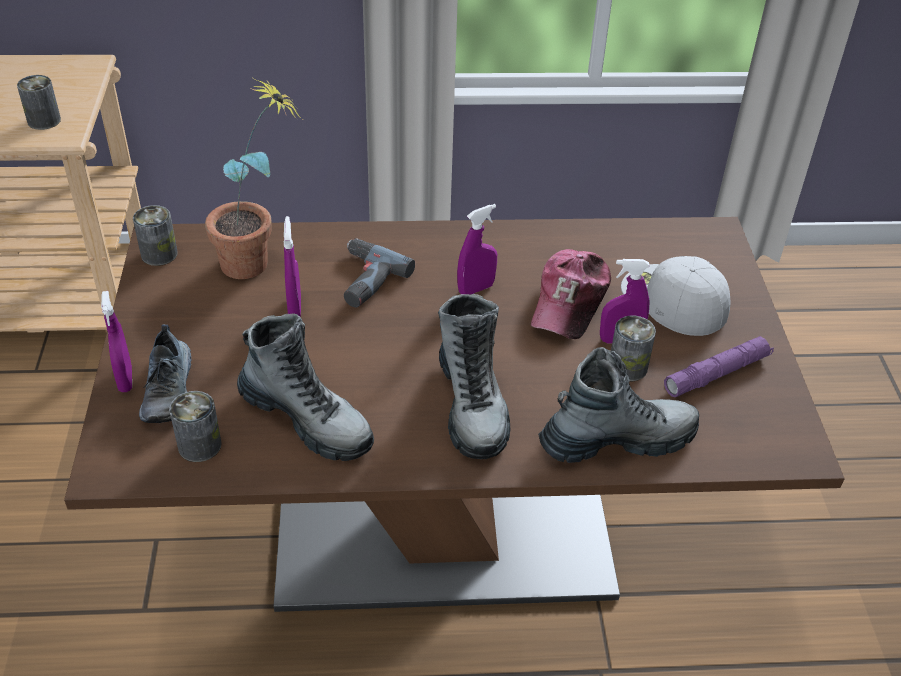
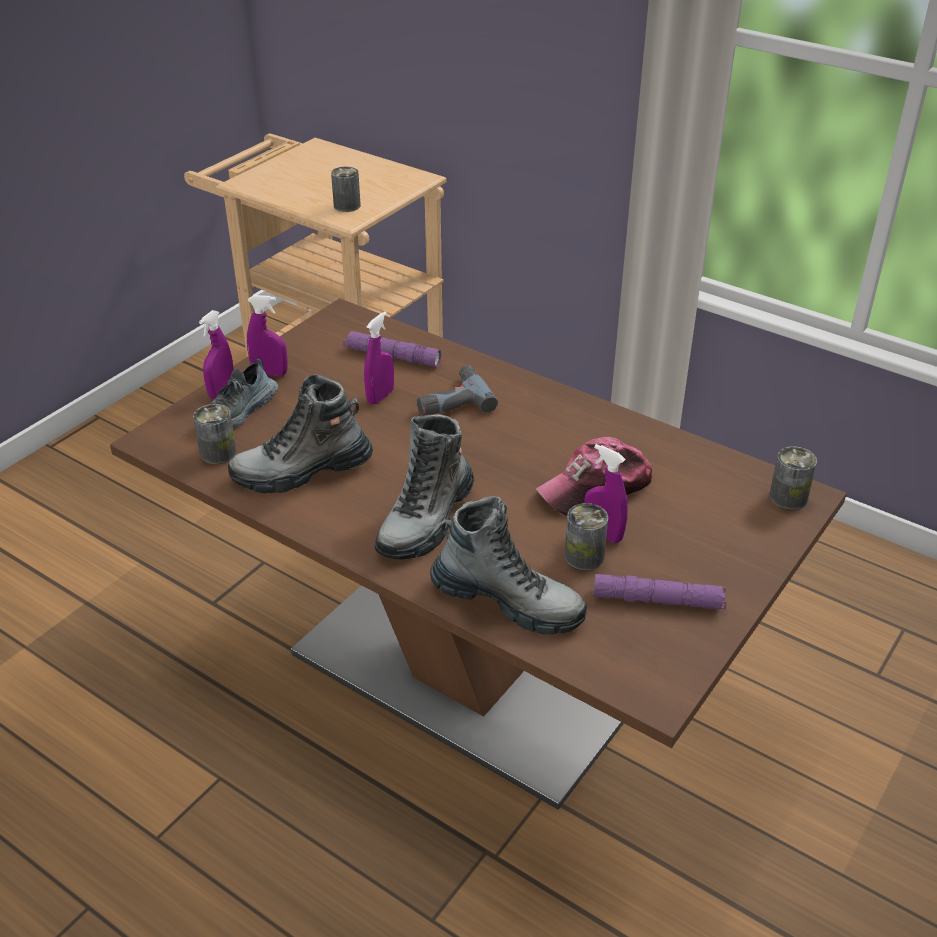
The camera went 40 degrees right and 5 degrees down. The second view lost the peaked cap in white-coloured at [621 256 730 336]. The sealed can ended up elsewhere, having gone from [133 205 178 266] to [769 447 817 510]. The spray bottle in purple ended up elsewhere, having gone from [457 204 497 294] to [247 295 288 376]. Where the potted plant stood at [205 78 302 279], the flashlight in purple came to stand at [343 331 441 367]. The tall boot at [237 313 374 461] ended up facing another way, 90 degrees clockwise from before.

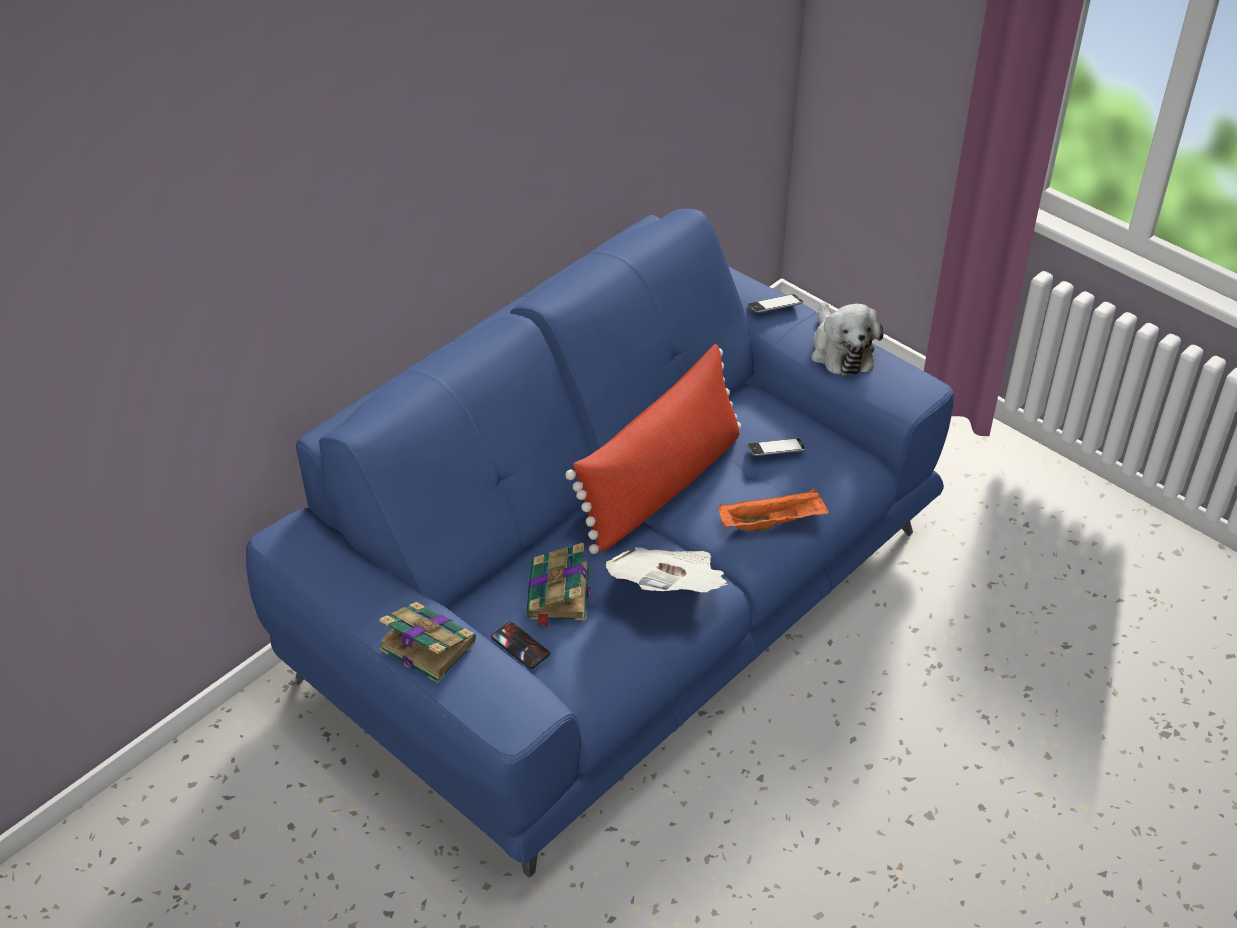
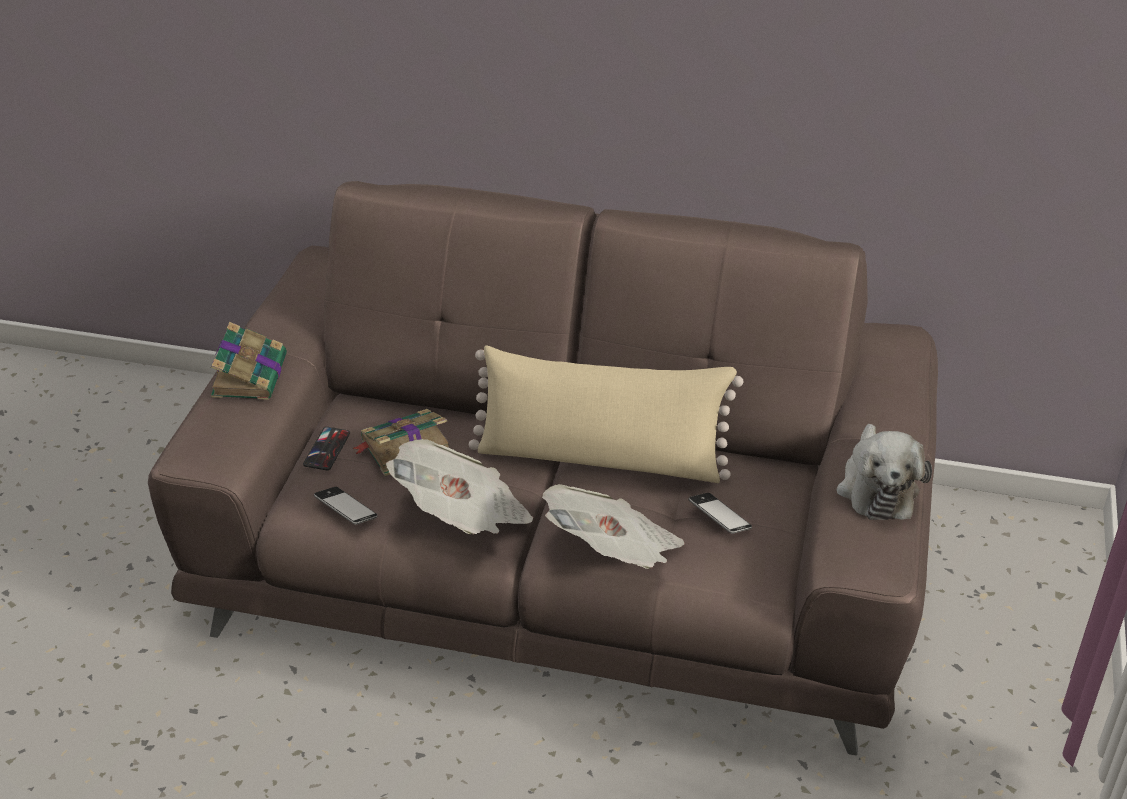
The camera went 60 degrees right and 5 degrees down. The telephone ended up elsewhere, having gone from [748 294 803 313] to [314 487 378 525]. Where the serving tray in orange-coloured stood at [719 488 829 531], the printed paper came to stand at [542 484 685 569]. What was the settee in blue-coloured at [246 209 954 878] turned into the settee in brown at [148 181 938 756]. What was the pillow in red at [565 344 741 554] turned into the pillow in beige at [469 345 743 483]. The plush toy at [811 302 884 376] ended up facing another way, 45 degrees counterclockwise from before.

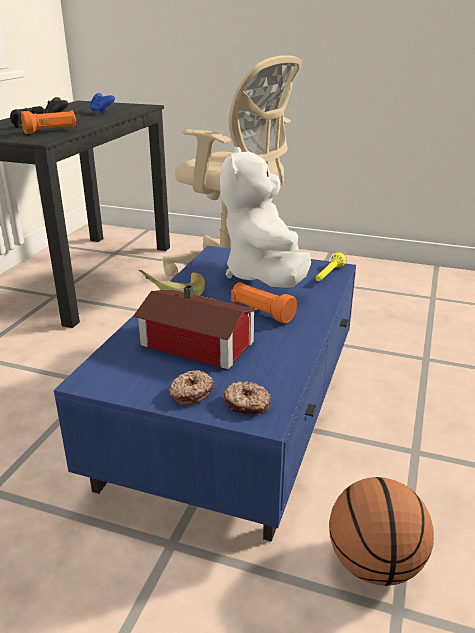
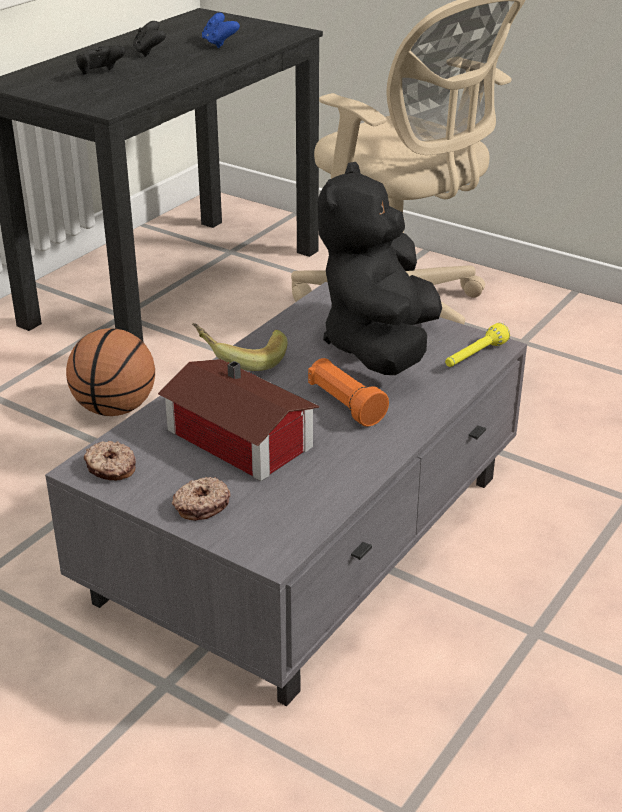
The camera went 15 degrees right and 5 degrees up. The second view lost the flashlight in orange-coloured at [21 110 77 134]. The doughnut ended up elsewhere, having gone from [223 381 271 414] to [84 441 136 481]. The basketball ball ended up elsewhere, having gone from [329 477 434 586] to [66 328 155 416]. What was the lounge table in blue-coloured at [54 246 356 542] turned into the lounge table in gray at [45 282 527 706]. What was the plush toy in white-coloured at [220 147 311 288] turned into the plush toy in blackish at [317 162 442 375].

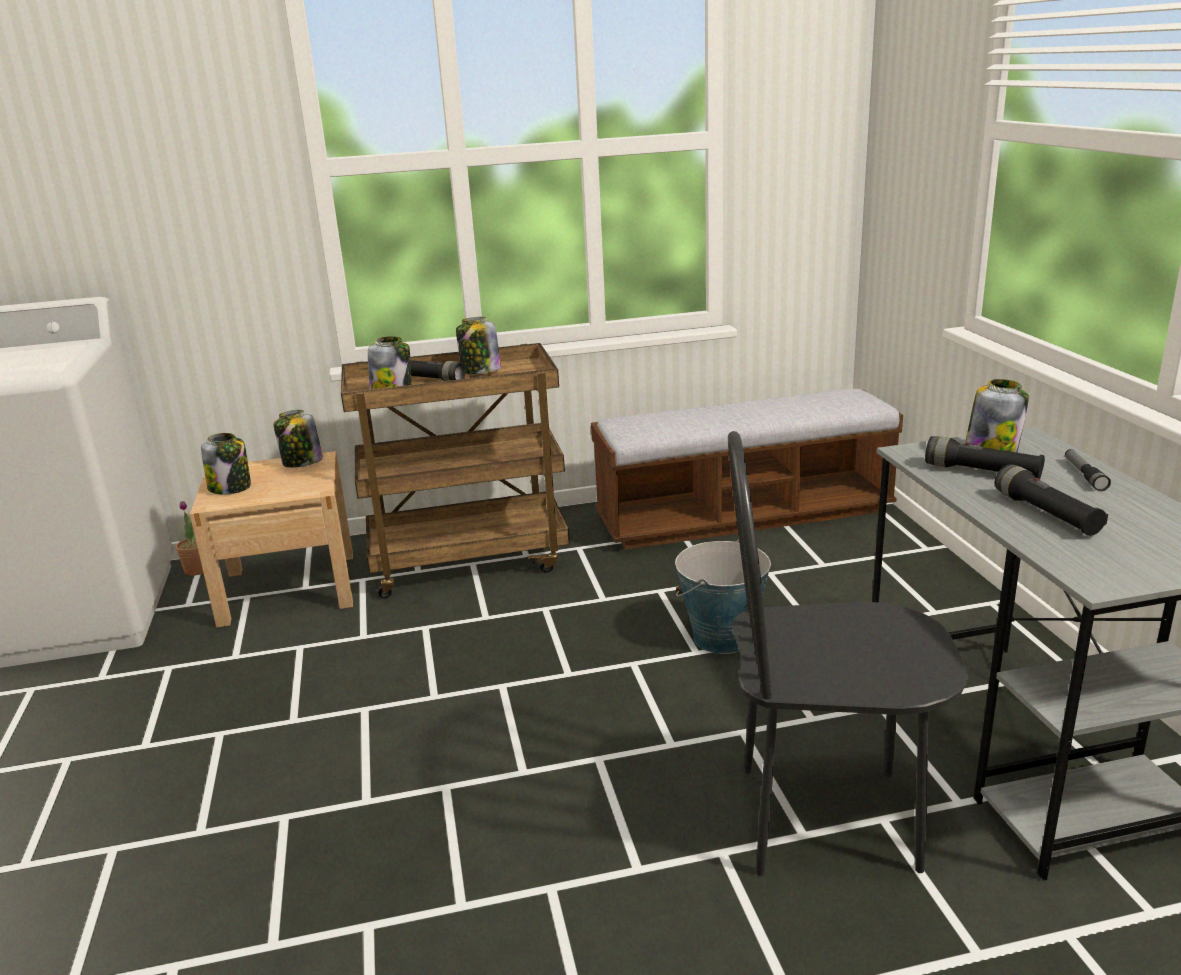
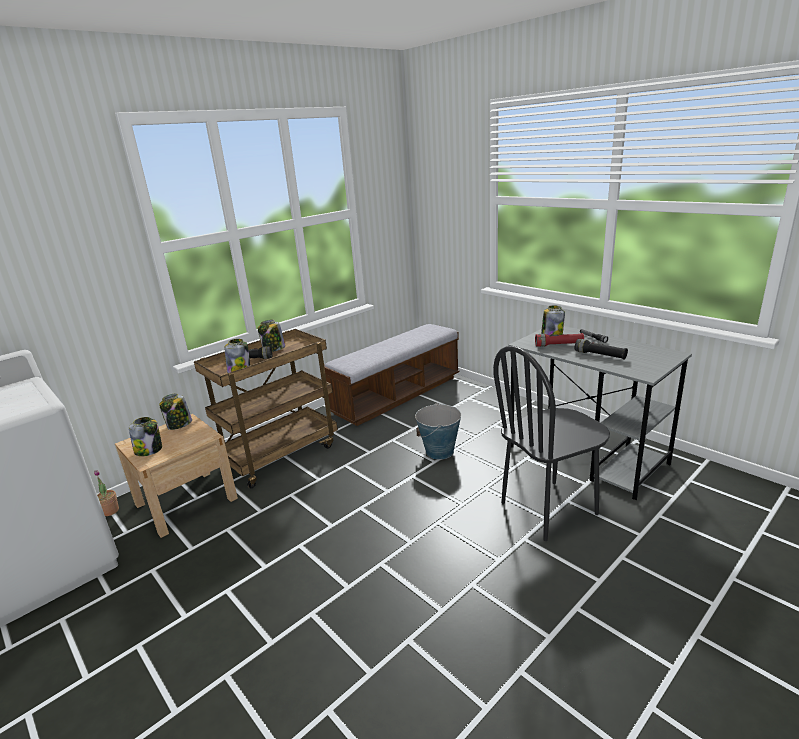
The camera went 30 degrees left and 0 degrees up. What was the flashlight in blackish at [925 436 1045 479] turned into the flashlight in red at [535 333 584 347].

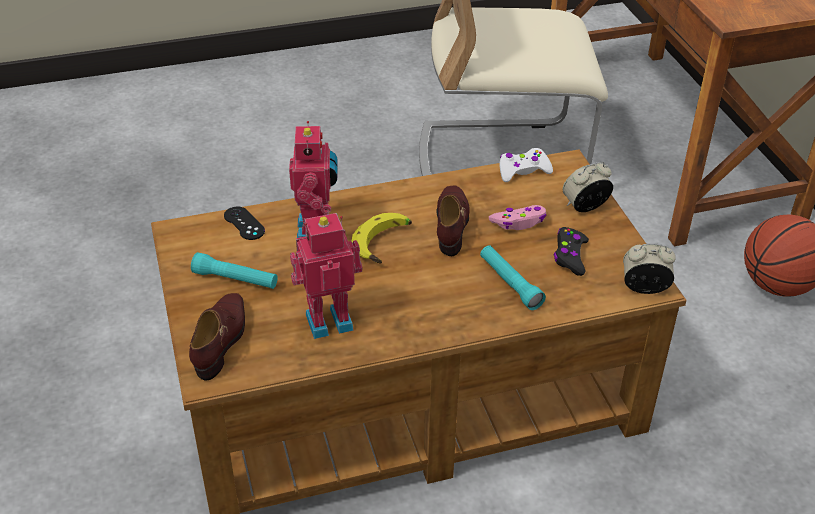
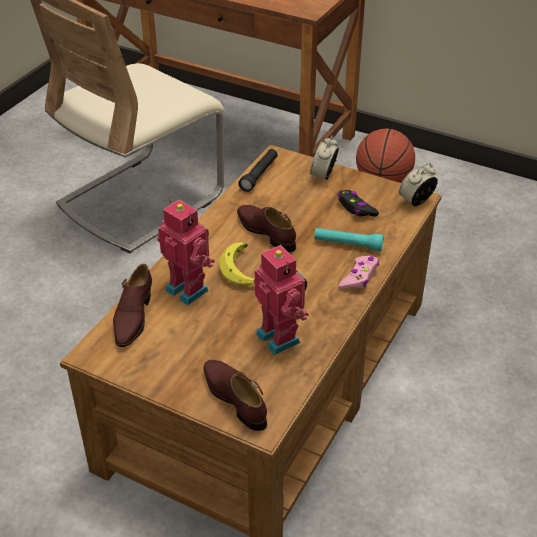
The camera went 45 degrees left and 0 degrees up. The second view lost the flashlight in blue-green at [191 252 278 289]. The gamepad in pinkish ended up elsewhere, having gone from [489 205 546 230] to [339 256 379 289]. Where the gamepad in blackish stood at [224 207 265 240], the low shoe in brown came to stand at [113 264 152 347]. Where the gamepad in white-coloured stood at [500 148 553 182], the flashlight in blackish came to stand at [238 149 278 192]. The model robot at [290 213 362 339] ended up facing another way, 120 degrees clockwise from before.

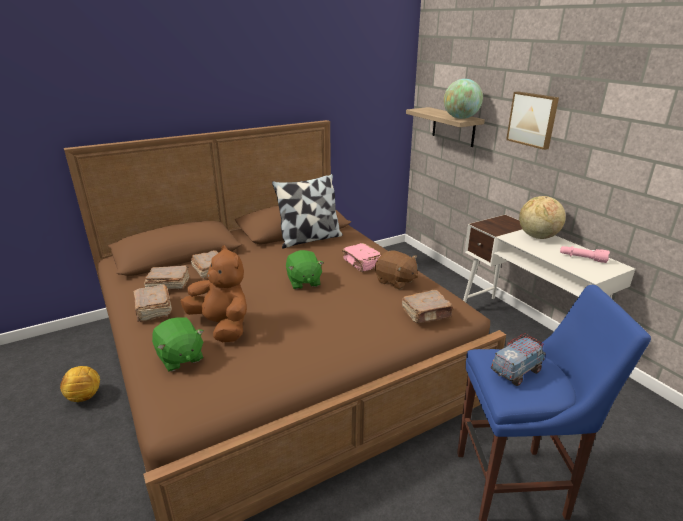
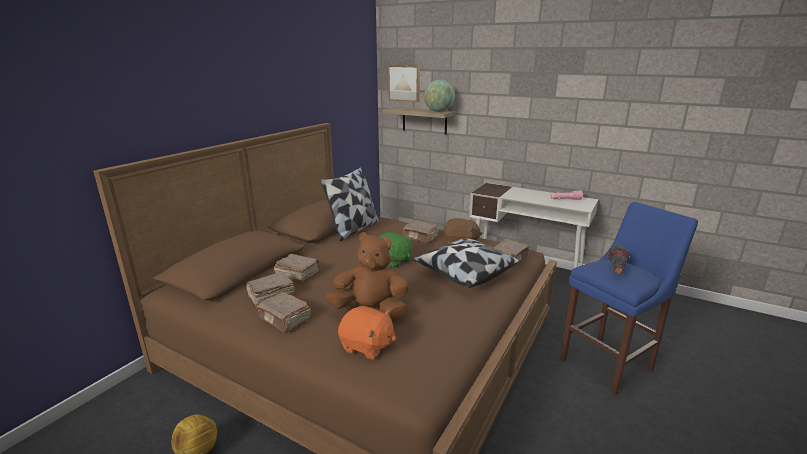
The camera went 30 degrees left and 5 degrees down. The second view lost the world globe at [519 196 566 239]. The second view gained the pillow at [413 239 519 288]. The wall art ended up elsewhere, having gone from [506 91 559 150] to [388 65 420 102]. Where the toy lorry stood at [491 333 546 386], the flashlight came to stand at [608 246 630 275]. What was the plush toy in greenish at [152 318 204 372] turned into the plush toy in orange-coloured at [338 306 396 360]. What was the book in pinkish at [342 243 381 272] turned into the book in brown at [402 221 439 243].

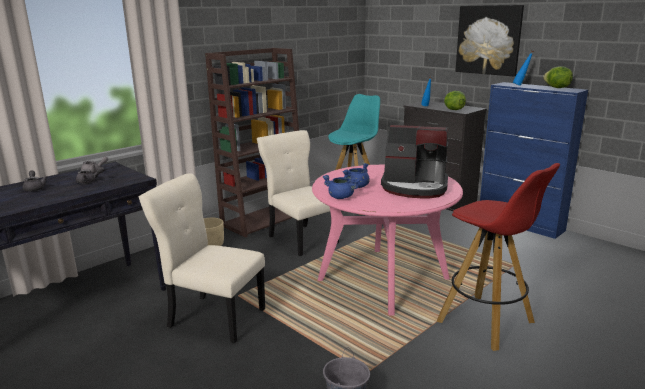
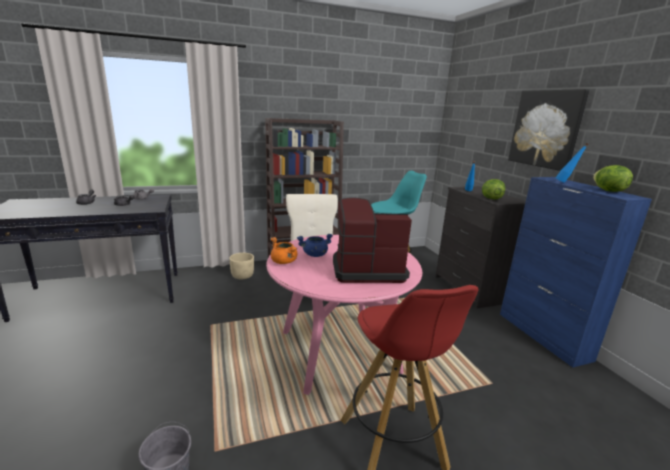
The camera went 25 degrees right and 0 degrees up. The second view lost the upright chair in beige at [139 173 265 343]. What was the saucepot in blue-coloured at [323 175 360 199] turned into the saucepot in orange-coloured at [270 237 297 264]. The coffee brewer at [381 125 448 198] ended up facing another way, 135 degrees clockwise from before.

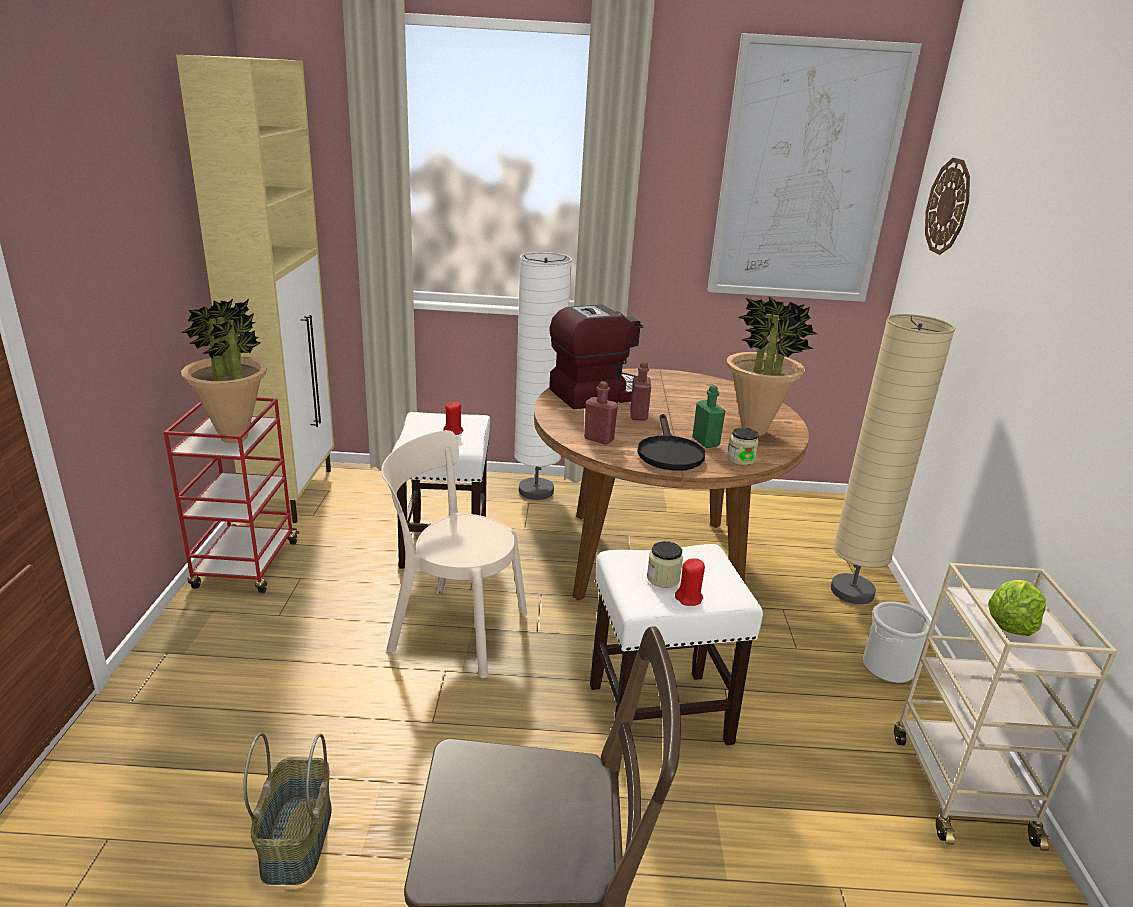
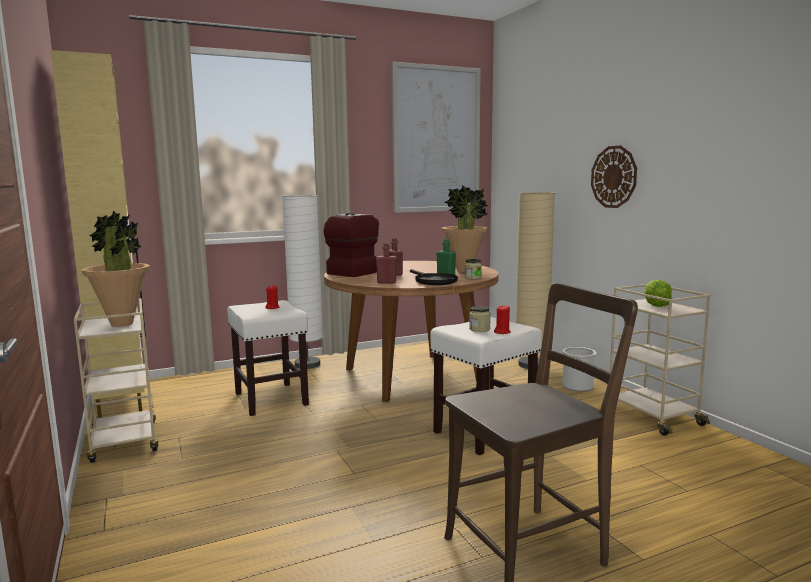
The camera went 25 degrees left and 15 degrees down. The second view lost the basket at [243 733 332 885]. The second view lost the upright chair in beige at [381 430 527 678]. The clock on the wall ended up elsewhere, having gone from [925 158 970 255] to [591 145 637 208]. What was the trolley in red at [164 397 299 593] turned into the trolley in beige at [74 298 158 463].

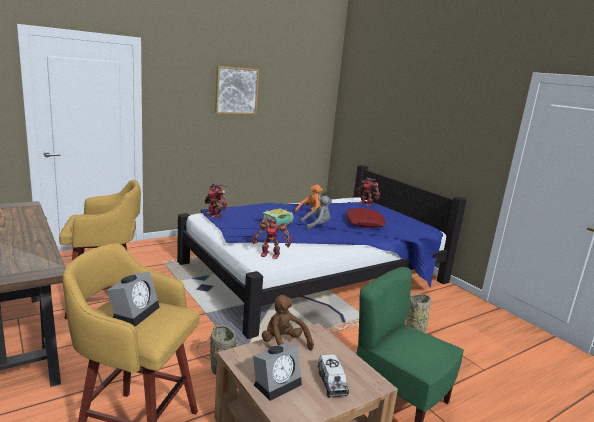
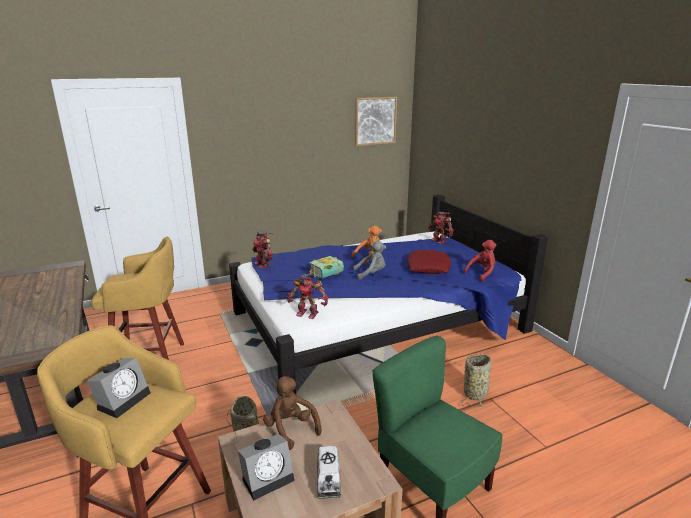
The camera went 10 degrees right and 5 degrees up. The second view gained the plush toy in red at [463 240 496 281]. The wall art ended up elsewhere, having gone from [215 66 259 114] to [355 97 397 146].

